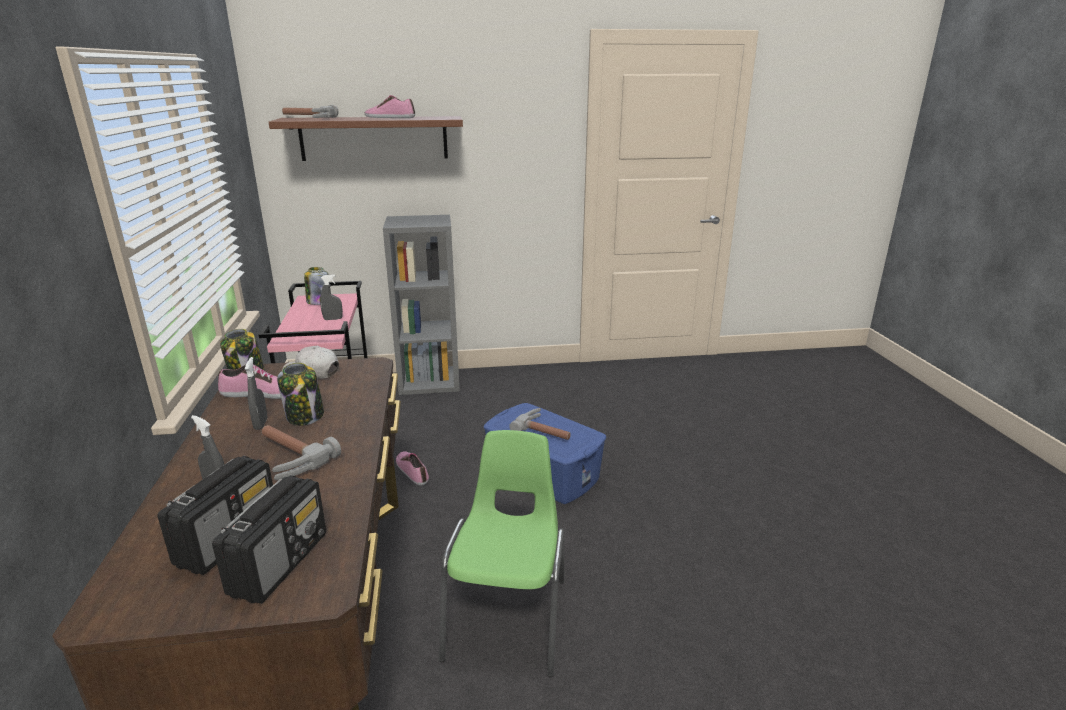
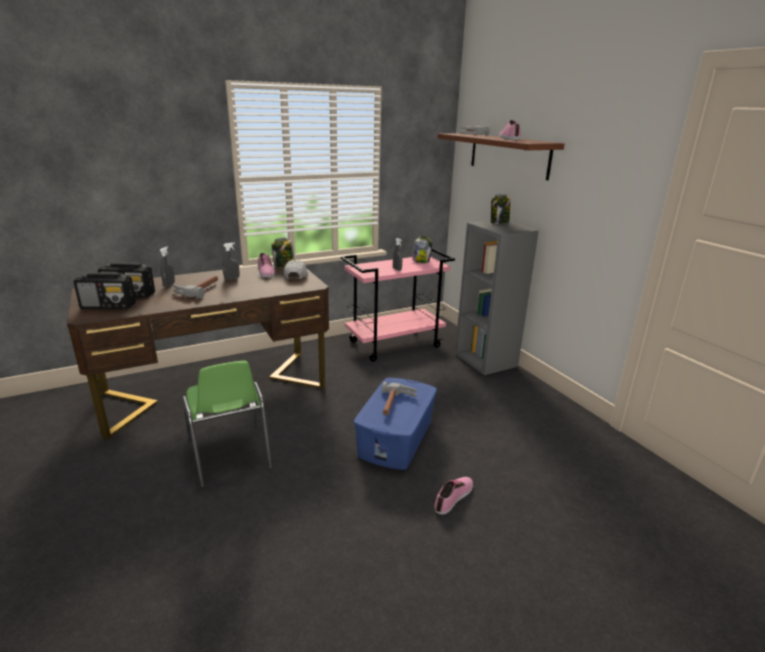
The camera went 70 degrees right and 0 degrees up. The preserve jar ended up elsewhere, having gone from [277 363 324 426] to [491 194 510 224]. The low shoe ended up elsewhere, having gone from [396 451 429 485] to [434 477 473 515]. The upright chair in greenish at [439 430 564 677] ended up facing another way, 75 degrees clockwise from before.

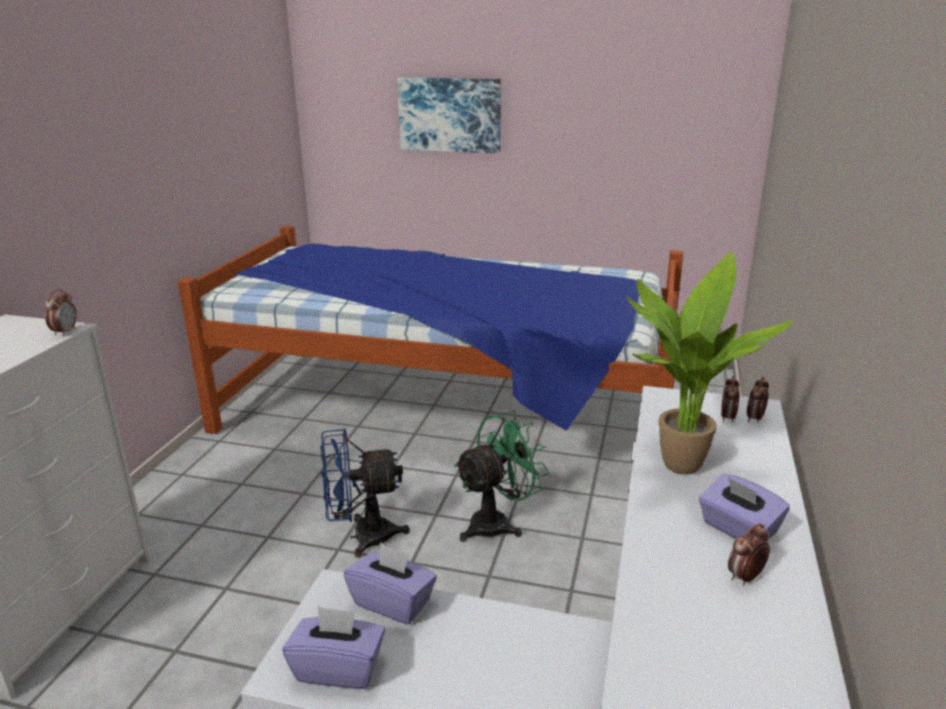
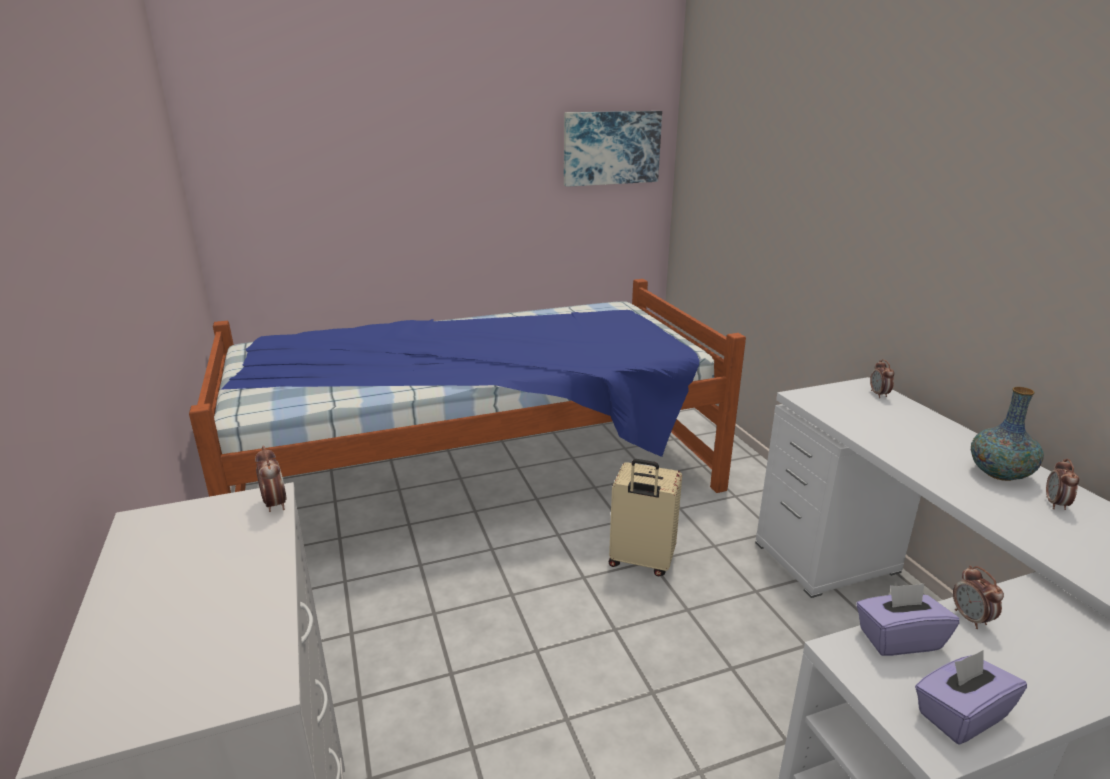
The camera went 35 degrees left and 0 degrees up. The second view lost the fan in blue-coloured at [320 428 410 558]. The second view lost the potted plant at [626 252 793 475]. The wall art ended up elsewhere, having gone from [397 78 501 153] to [564 111 662 187]. The alarm clock ended up elsewhere, having gone from [721 376 740 422] to [953 565 1004 629]. Where the fan in greenish stood at [454 411 549 542], the suitcase in beige came to stand at [609 459 682 576]. Where the box of tissues in purple stood at [699 474 790 539], the decorative vase came to stand at [971 387 1044 481].

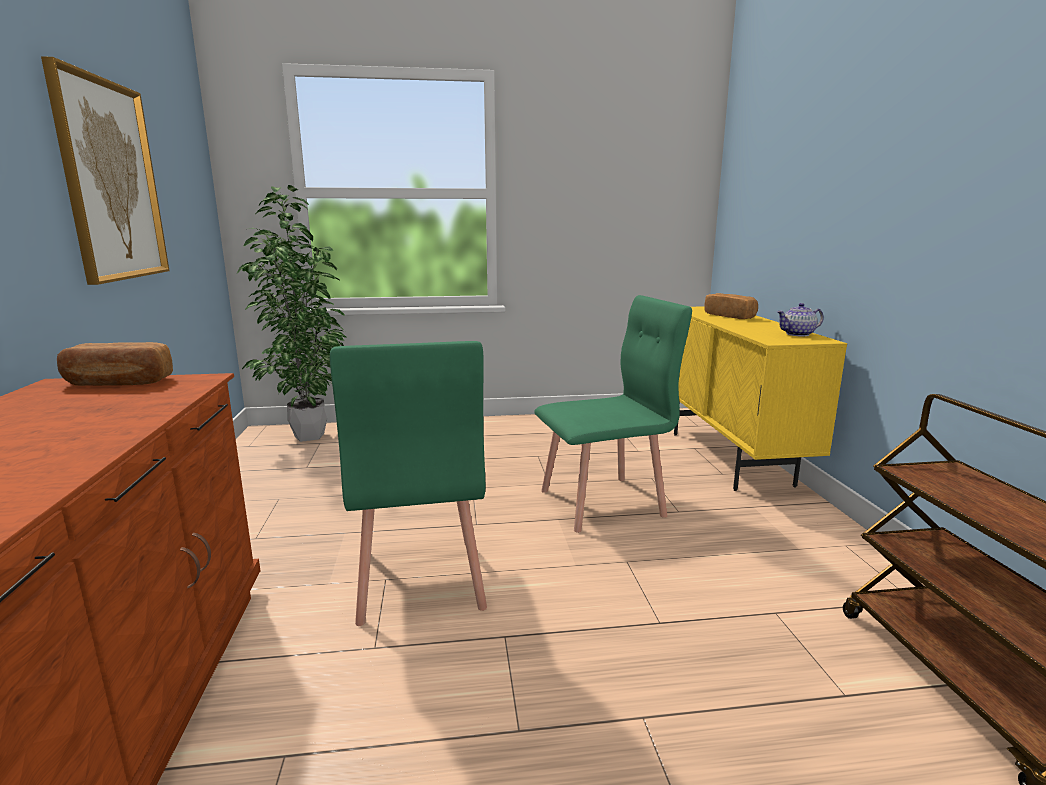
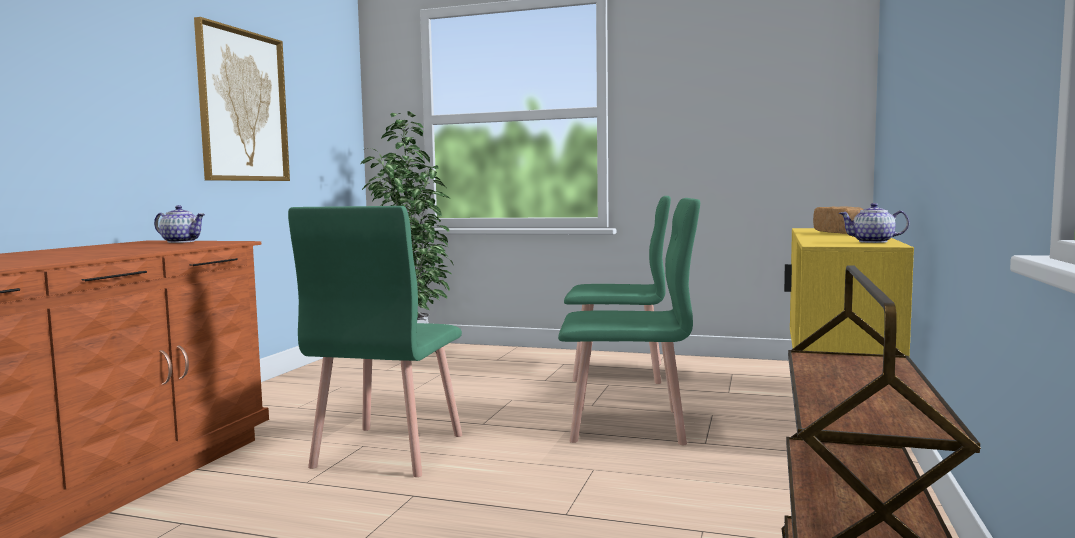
The camera went 25 degrees right and 10 degrees down. The second view gained the upright chair in greenish at [564 196 671 384]. Where the bakery bread stood at [57 342 173 386], the tea pot came to stand at [154 205 205 243].

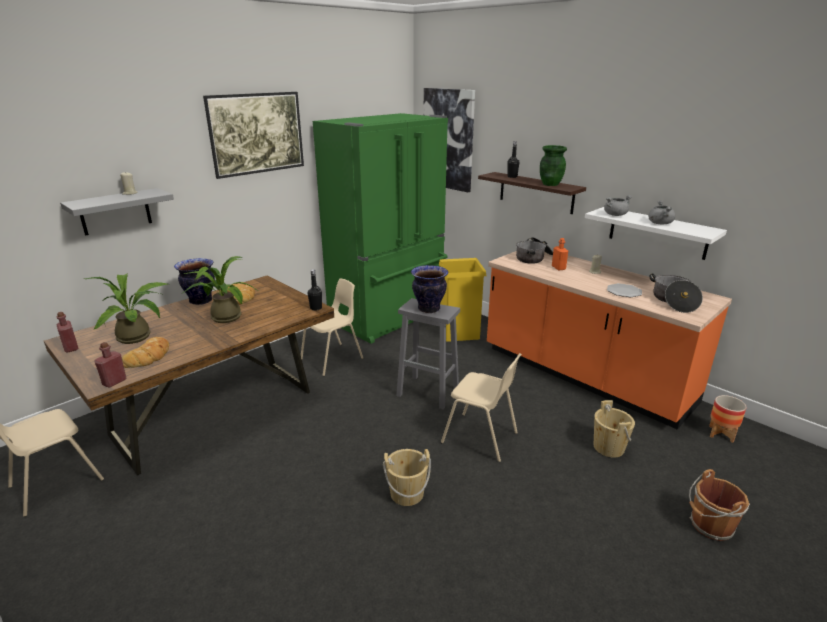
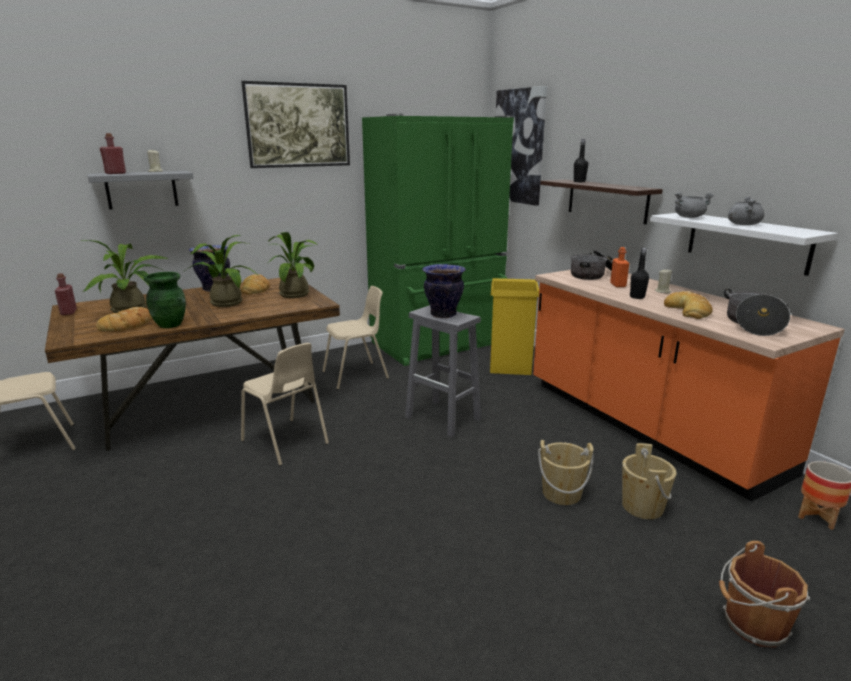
The camera went 15 degrees right and 5 degrees down. The second view gained the potted plant at [267 232 318 298]. The beverage bottle in red ended up elsewhere, having gone from [94 342 126 388] to [100 133 126 174]. The beverage bottle in blackish ended up elsewhere, having gone from [308 269 322 311] to [630 248 649 299]. The water bucket in beige ended up elsewhere, having gone from [383 449 431 506] to [538 440 594 505]. The upright chair in beige ended up elsewhere, having gone from [441 353 522 462] to [241 343 329 466]. The decorative vase in greenish ended up elsewhere, having gone from [540 145 567 186] to [144 272 186 328]. Where the dinner plate stood at [607 283 642 297], the bakery bread came to stand at [664 291 713 319].

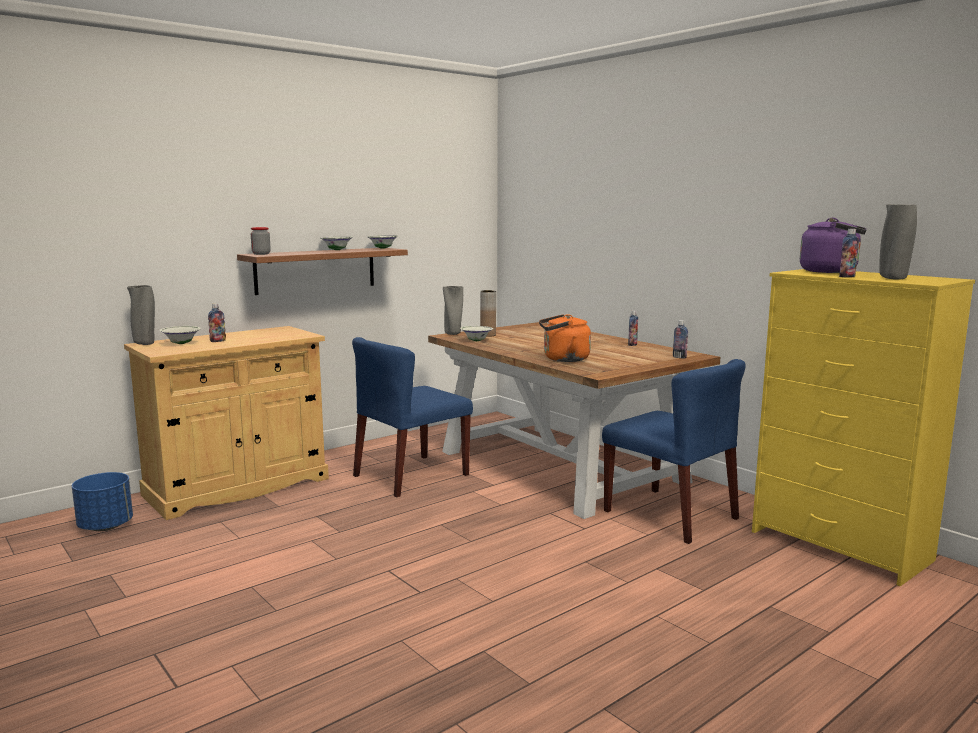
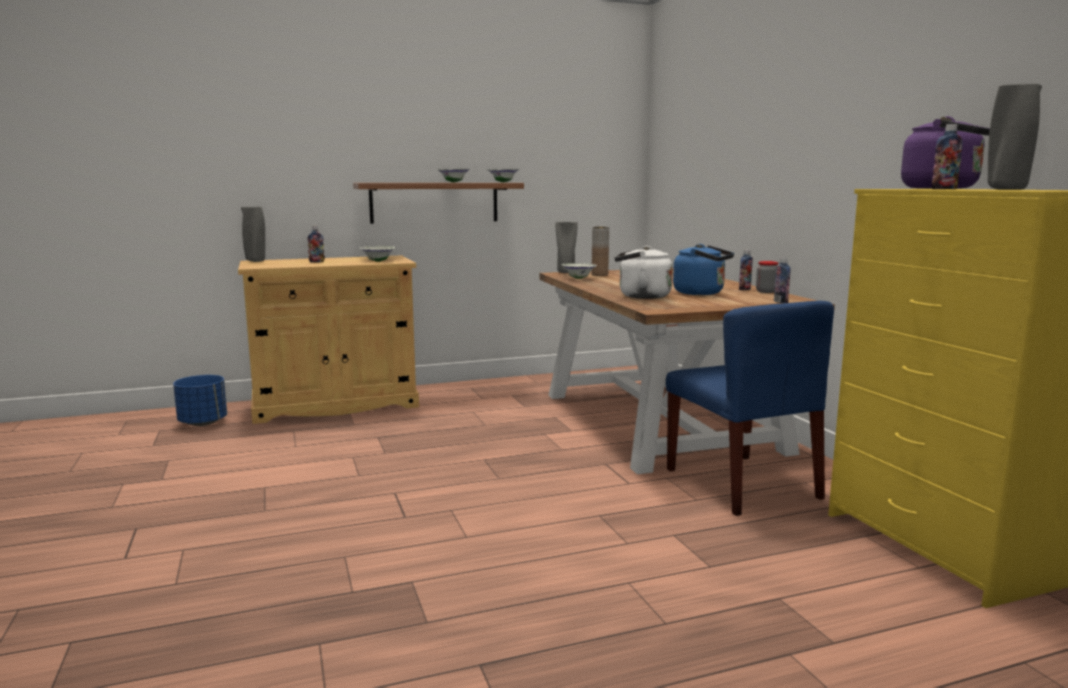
The camera went 20 degrees right and 0 degrees up. The second view lost the upright chair in blue-coloured at [352 337 473 497]. The second view gained the tea kettle in blue-coloured at [673 244 734 295]. The bowl in white-coloured ended up elsewhere, having gone from [160 326 201 344] to [360 246 396 262]. The preserve jar ended up elsewhere, having gone from [251 227 271 255] to [756 261 779 293]. What was the tea kettle in orange-coloured at [539 314 591 362] turned into the tea kettle in white-coloured at [614 246 673 299].

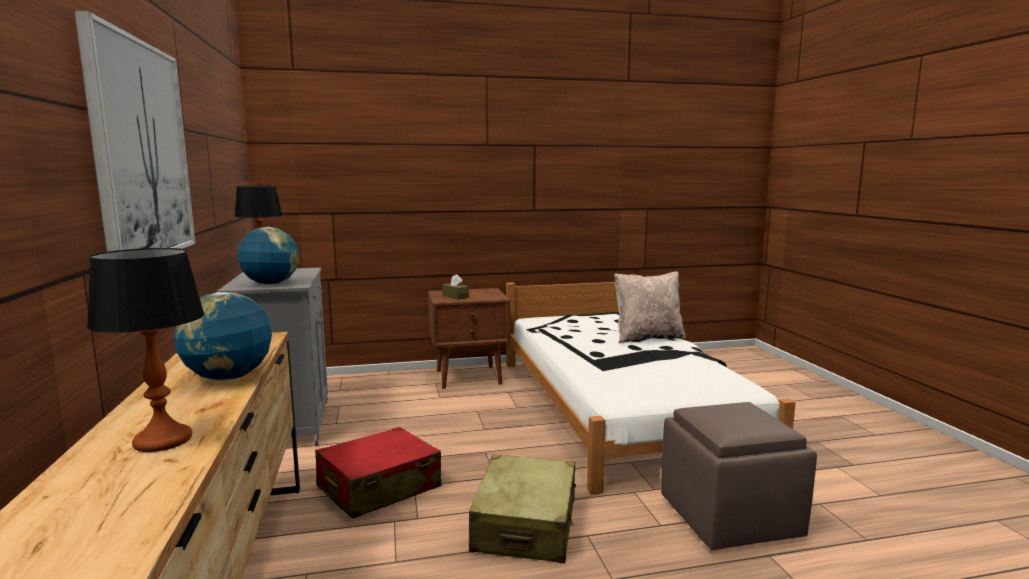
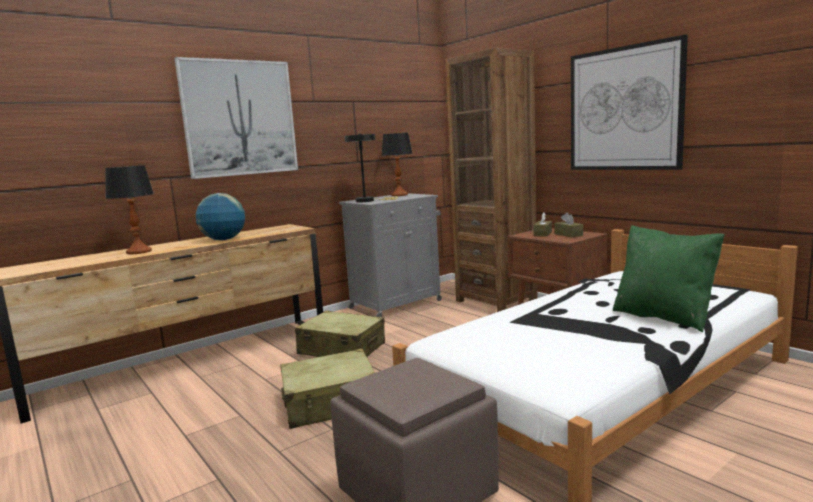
The camera went 65 degrees right and 0 degrees up. The second view gained the bookcase in brown at [445 48 538 312]. The second view gained the box of tissues in brown at [555 212 583 237]. The second view gained the wall art at [571 35 688 170]. Where the world globe stood at [238 227 299 284], the table lamp in blackish came to stand at [345 134 398 202]. What was the suitcase in red at [315 427 442 519] turned into the suitcase in beige at [295 310 385 357]. What was the pillow in beige at [614 272 686 343] turned into the pillow in greenish at [613 225 724 332].

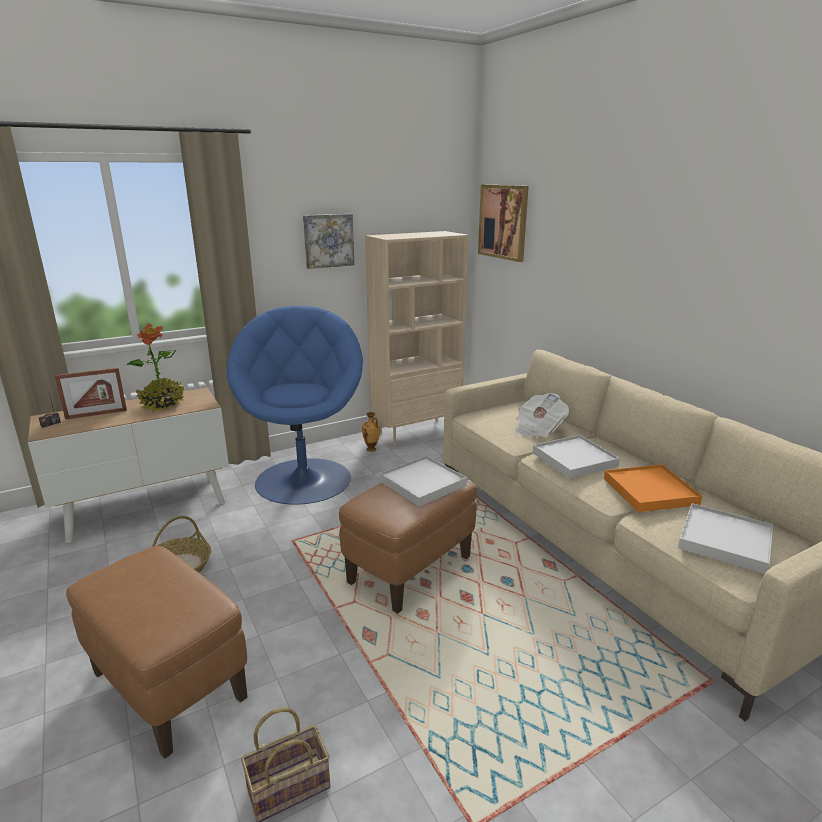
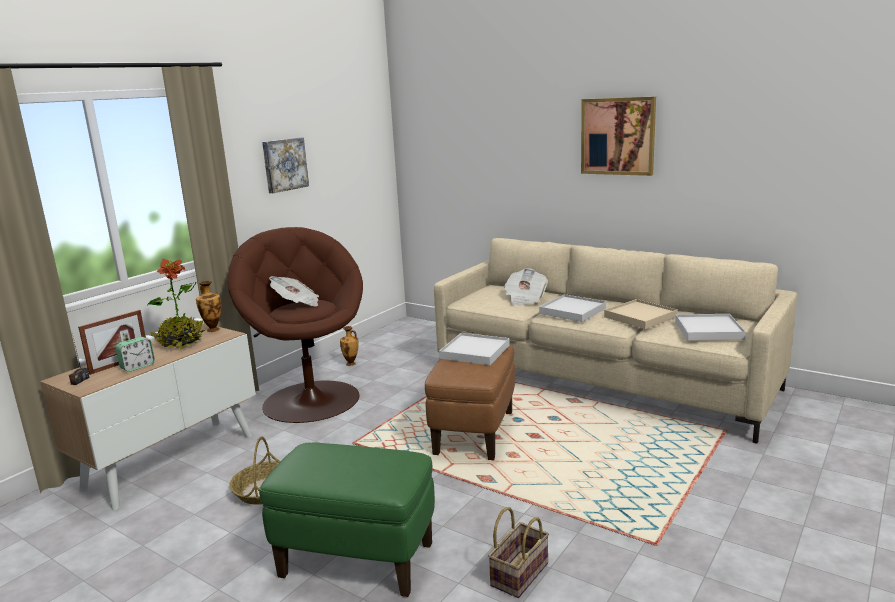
The camera went 25 degrees left and 5 degrees down. The second view lost the bookcase in beige at [365 231 468 445]. The second view gained the alarm clock at [116 337 155 372]. The second view gained the decorative vase at [196 281 221 332]. The second view gained the printed paper at [269 276 319 306]. The wall art ended up elsewhere, having gone from [478 184 529 262] to [581 97 656 176]. What was the pouffe in brown at [66 546 247 759] turned into the pouffe in greenish at [259 443 435 597]. What was the armchair in blue-coloured at [227 306 363 505] turned into the armchair in brown at [228 227 363 423]. What was the serving tray in orange-coloured at [604 464 702 512] turned into the serving tray in beige at [604 299 678 329].

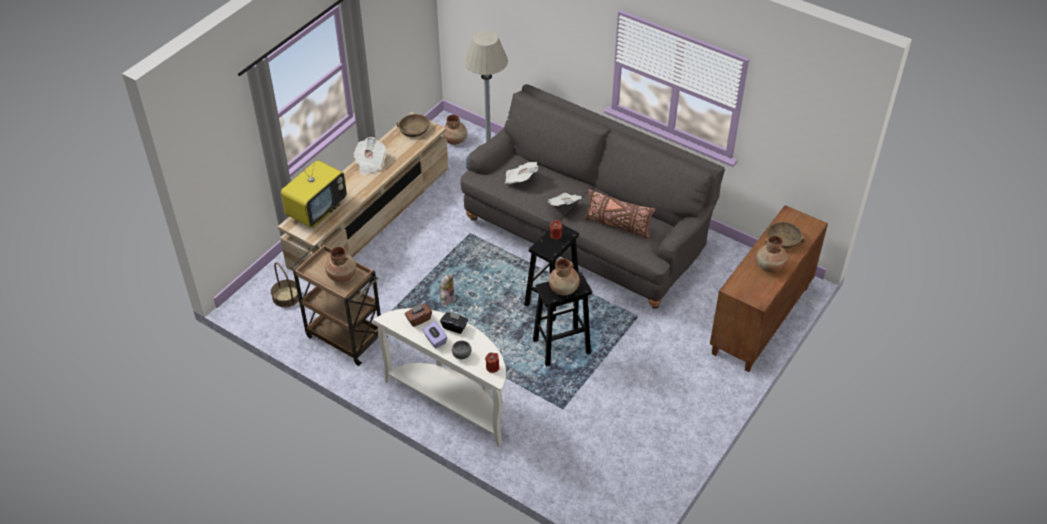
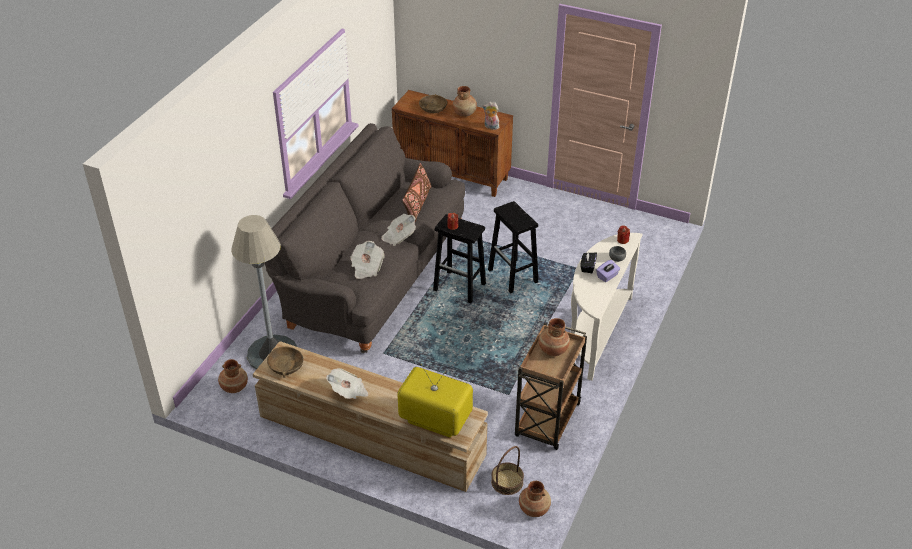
The camera went 100 degrees left and 5 degrees down. The second view lost the box of tissues in brown at [405 304 432 327]. The plush toy ended up elsewhere, having gone from [439 274 455 305] to [483 102 499 130]. The decorative vase in brown ended up elsewhere, having gone from [549 258 580 296] to [519 481 551 517].

